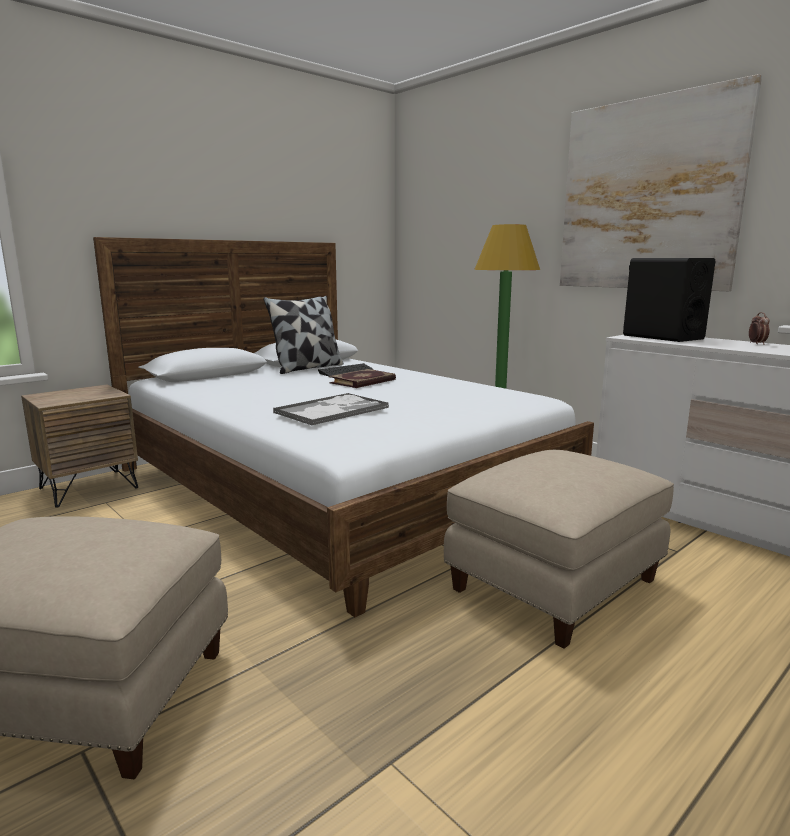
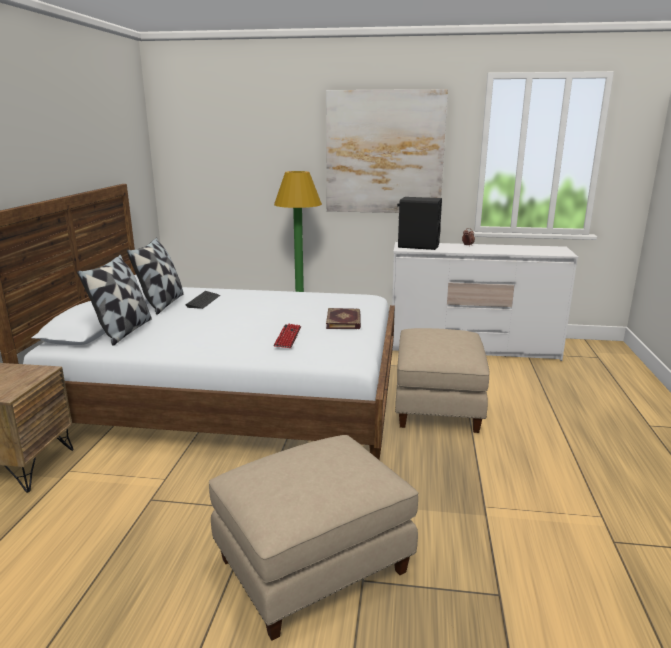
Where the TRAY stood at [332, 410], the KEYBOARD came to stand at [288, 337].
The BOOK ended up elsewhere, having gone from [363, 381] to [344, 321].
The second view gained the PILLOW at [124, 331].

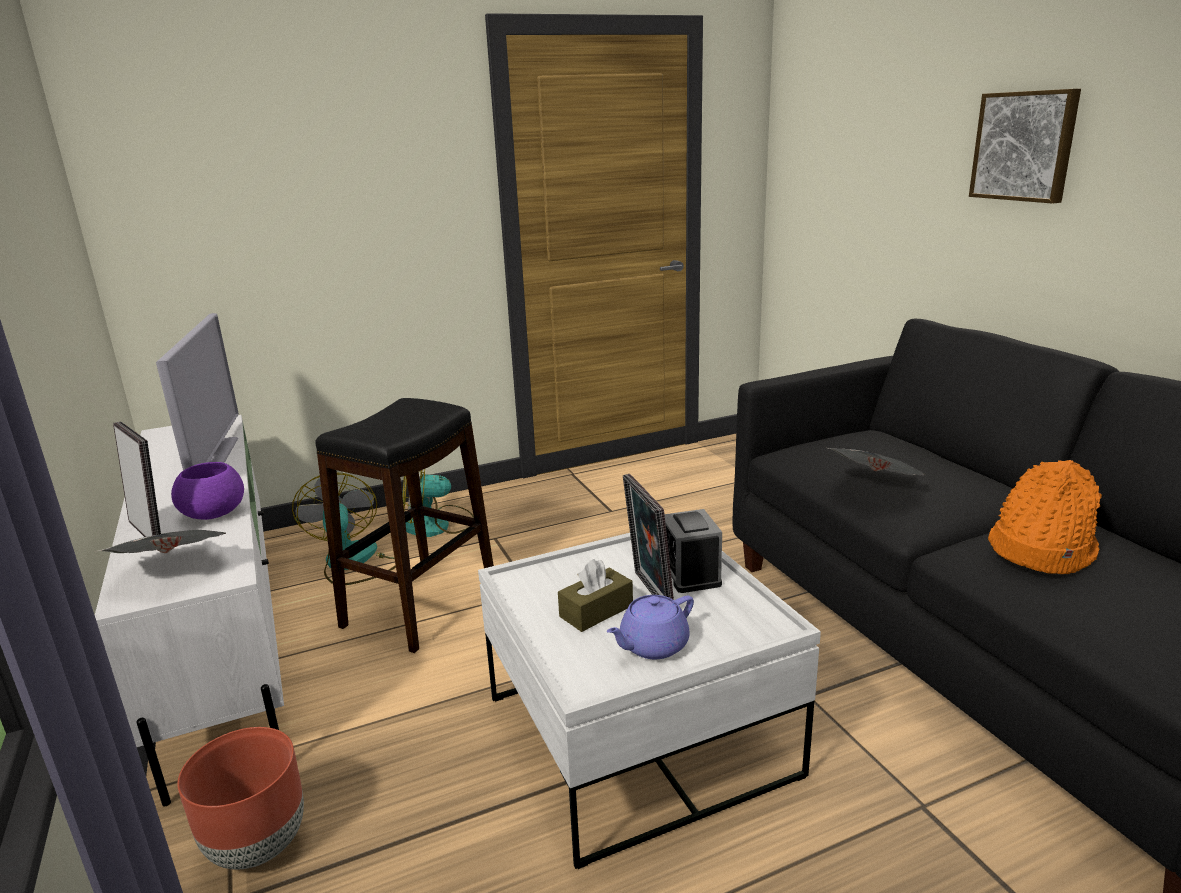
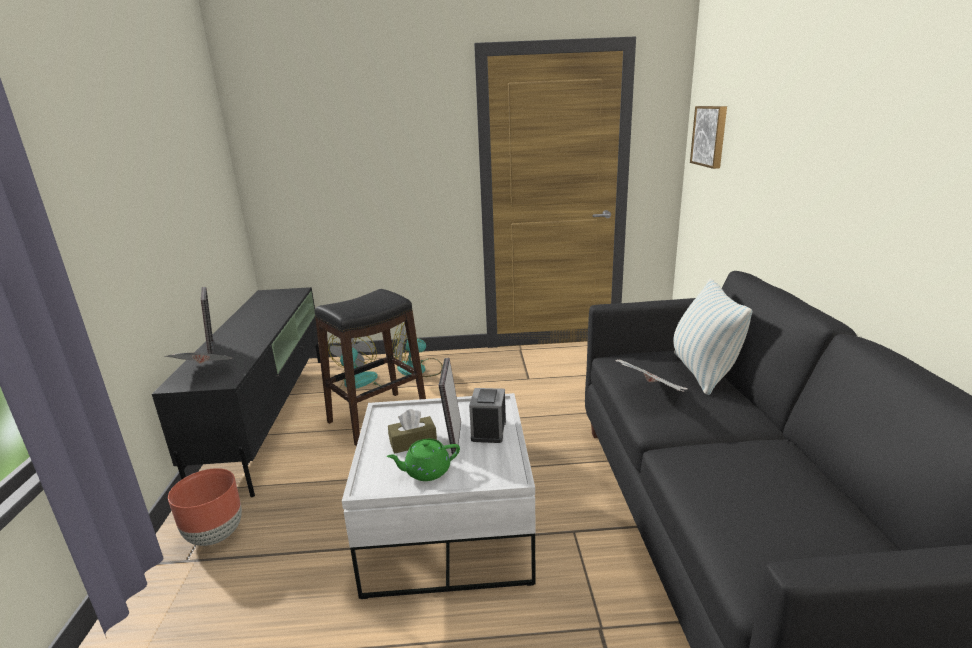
What was the WHITE TV STAND at [225, 638] turned into the BLACK TV STAND at [269, 416].
The second view lost the TELEVISION at [211, 456].
The second view lost the PURPLE BOWL at [214, 513].
What was the PURPLE TEAPOT at [652, 645] turned into the GREEN TEAPOT at [426, 471].
The PICTURE ended up elsewhere, having gone from [1025, 146] to [710, 136].
The second view lost the ORANGE HAT at [1039, 549].
The second view gained the PILLOW at [702, 372].

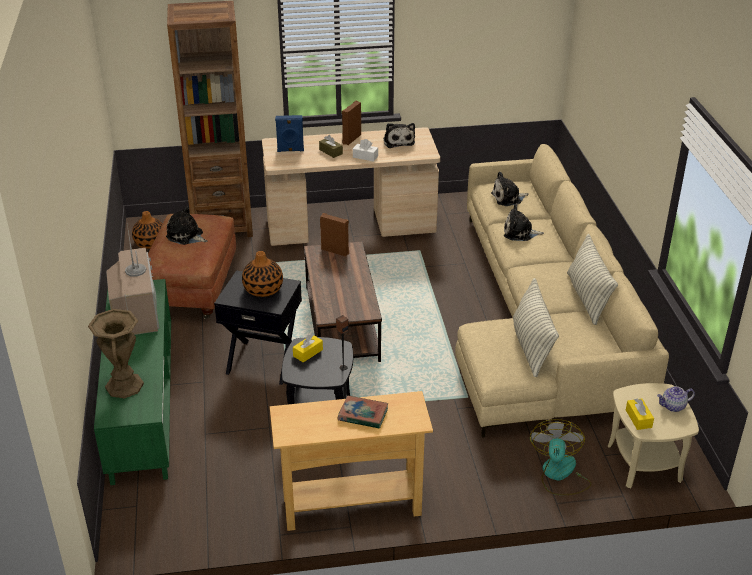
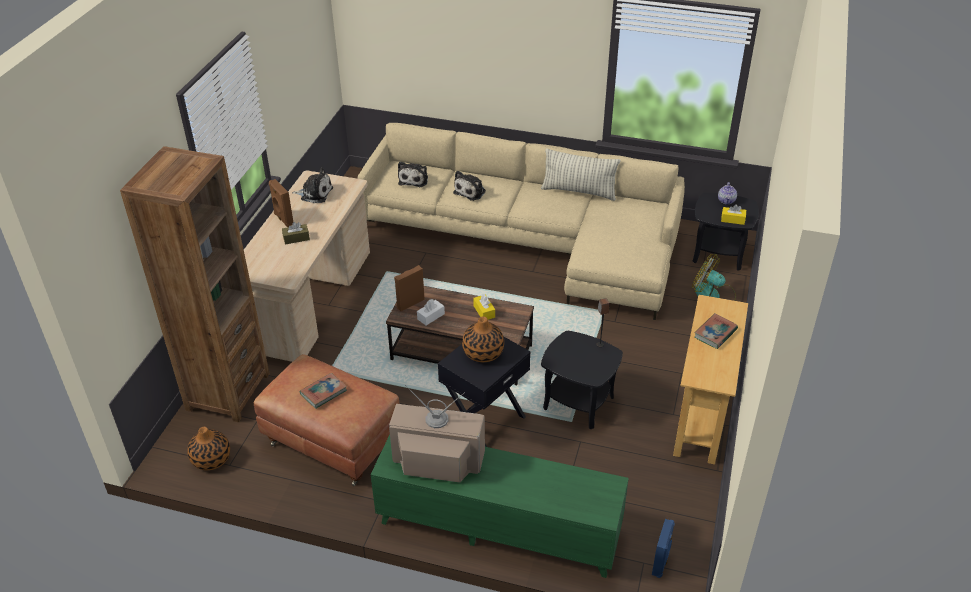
The second view lost the BROWN VASE at [124, 386].
Where the PLUSH TOY stood at [186, 236], the BOOK came to stand at [323, 392].
The BLUE SPEAKER ended up elsewhere, having gone from [290, 150] to [661, 563].
The YELLOW TISSUE BOX ended up elsewhere, having gone from [308, 353] to [484, 311].
The WHITE TISSUE BOX ended up elsewhere, having gone from [365, 156] to [431, 316].
The second view lost the PILLOW at [531, 346].
What was the BEIGE SIDE TABLE at [644, 463] turned into the BLACK SIDE TABLE at [719, 253].

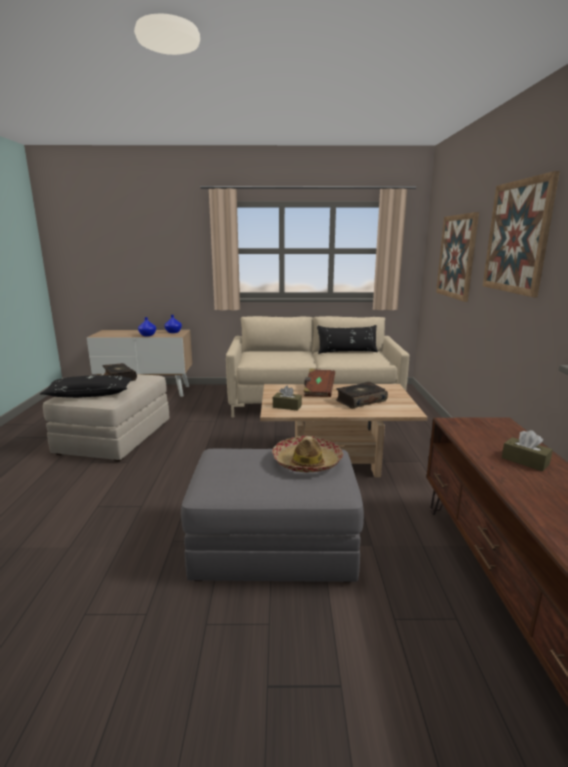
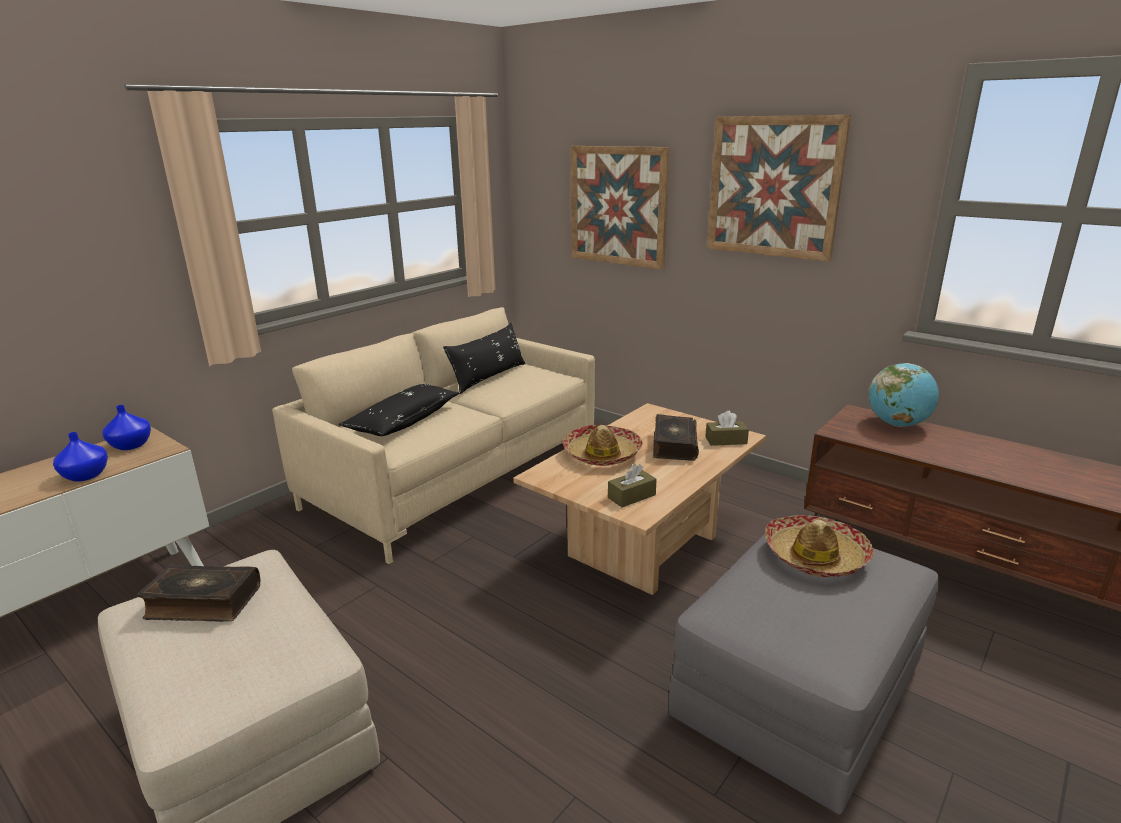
The BLACK PILLOW ended up elsewhere, having gone from [89, 394] to [403, 421].
Where the BROWN BOOK stood at [318, 391], the HAT came to stand at [602, 454].
The BROWN TISSUE BOX ended up elsewhere, having gone from [525, 461] to [726, 440].
The second view gained the GLOBE at [897, 424].

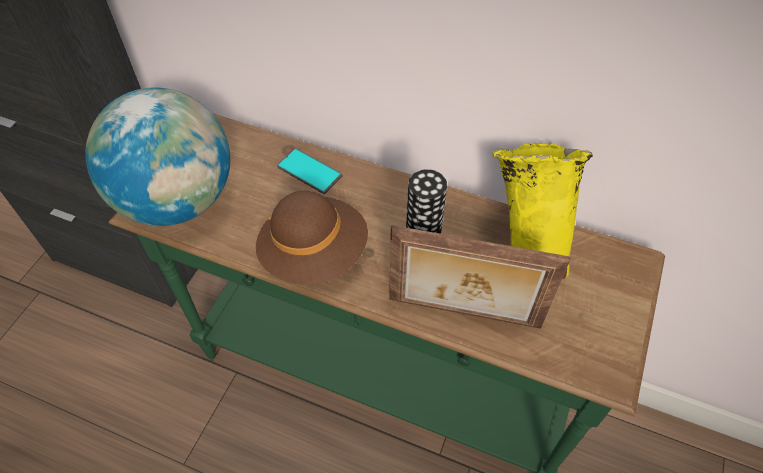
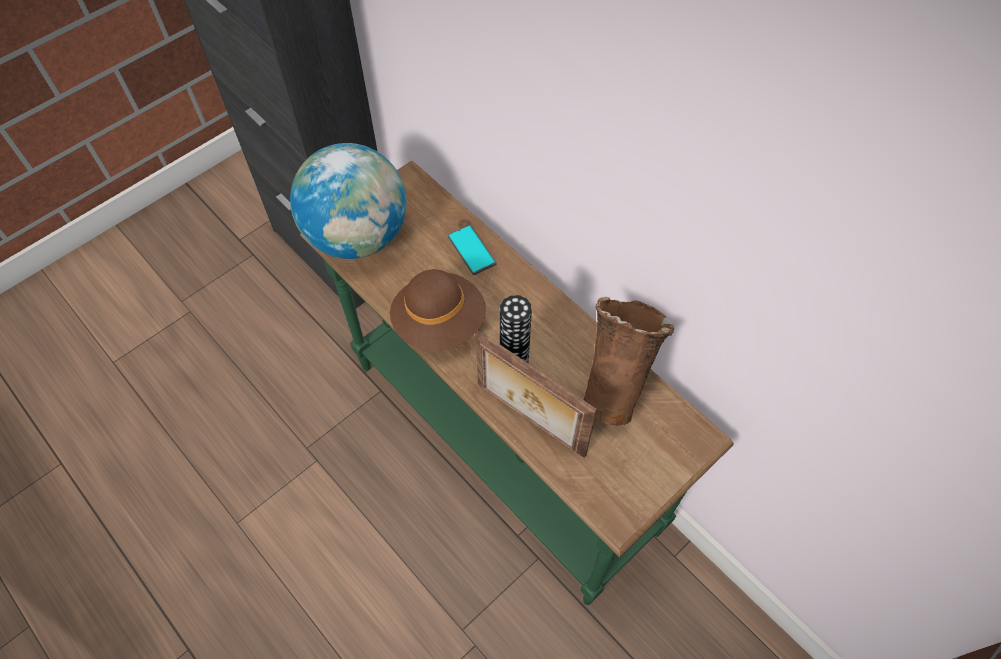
What was the YELLOW VASE at [525, 245] turned into the BROWN VASE at [615, 385].

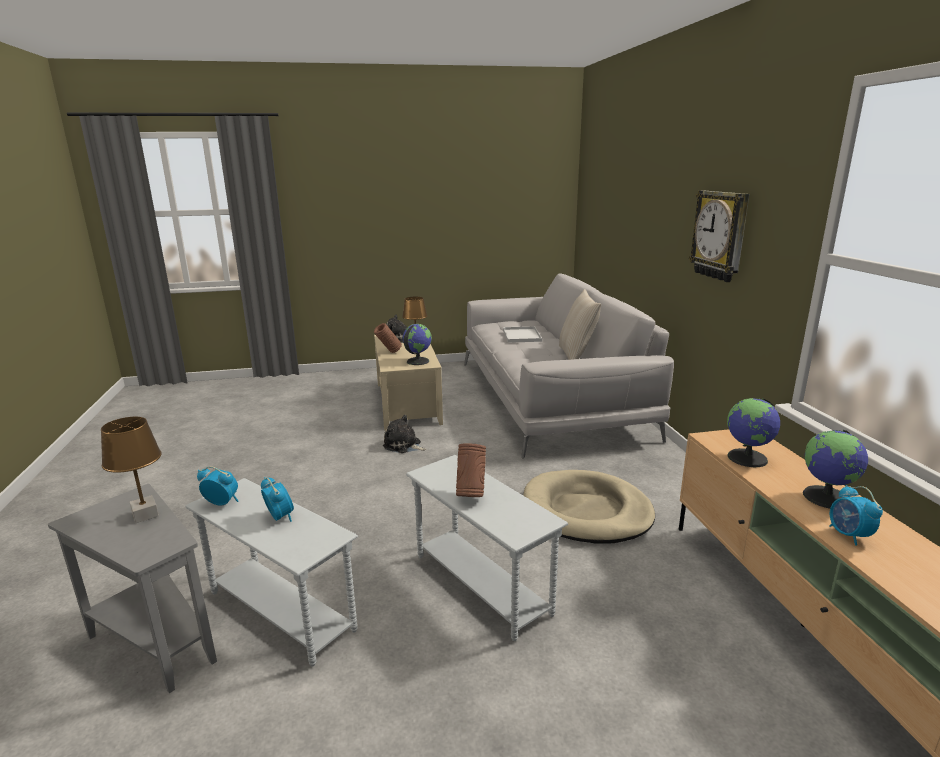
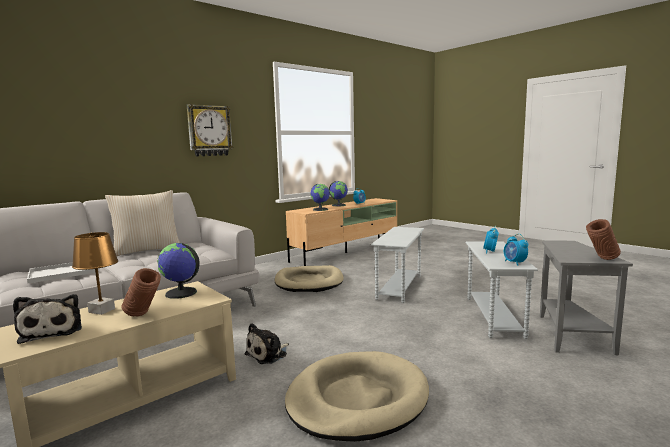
The second view lost the BROWN TABLE LAMP at [146, 514].
The PLUSH TOY at [403, 445] ended up facing another way, 45 degrees clockwise from before.
The BROWN VASE ended up elsewhere, having gone from [471, 494] to [601, 259].
The second view gained the BEIGE DOG BED at [357, 399].

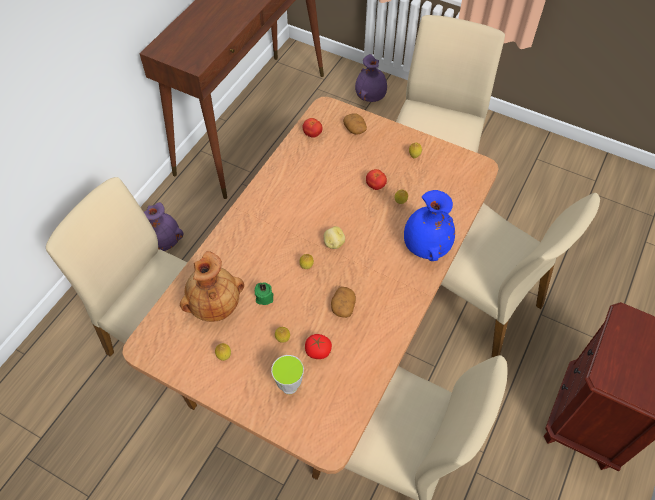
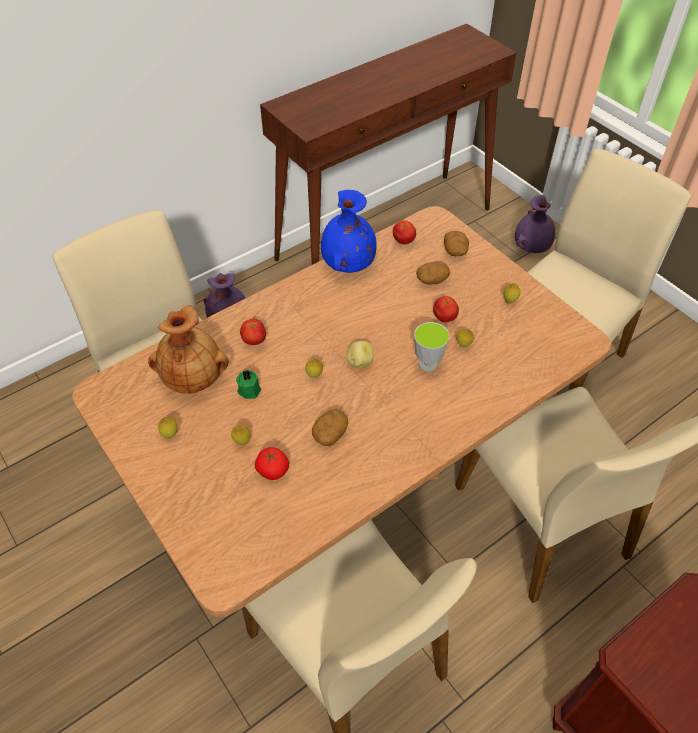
The CUP ended up elsewhere, having gone from [289, 386] to [427, 364].
The BLUE VASE ended up elsewhere, having gone from [425, 246] to [347, 263].
The second view gained the TOMATO at [254, 340].
The second view gained the POTATO at [432, 280].

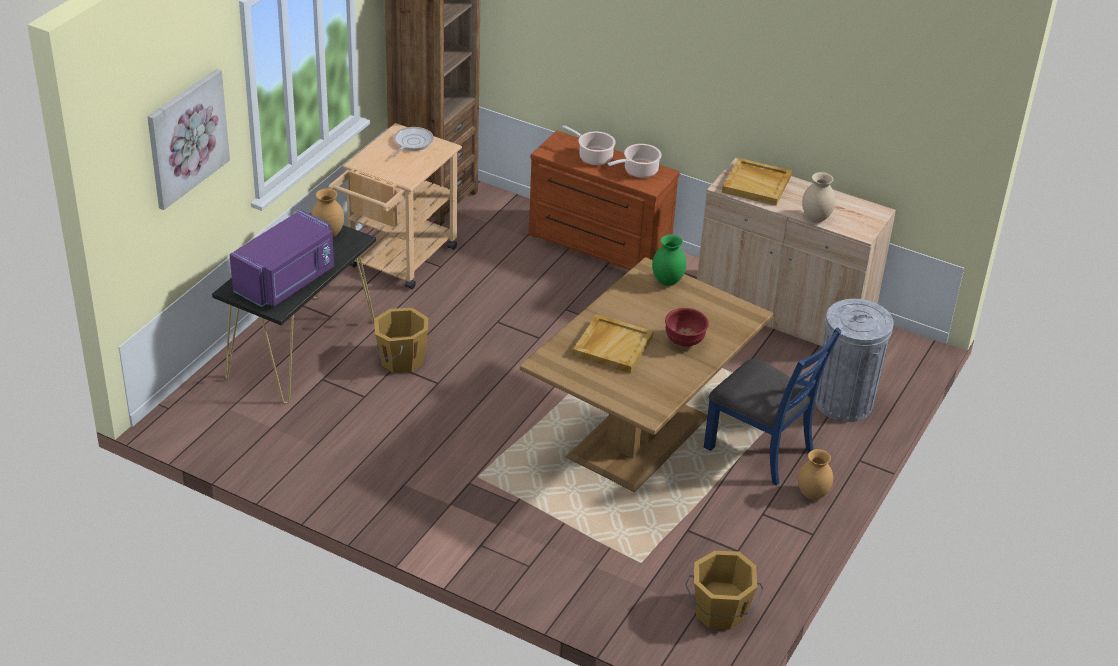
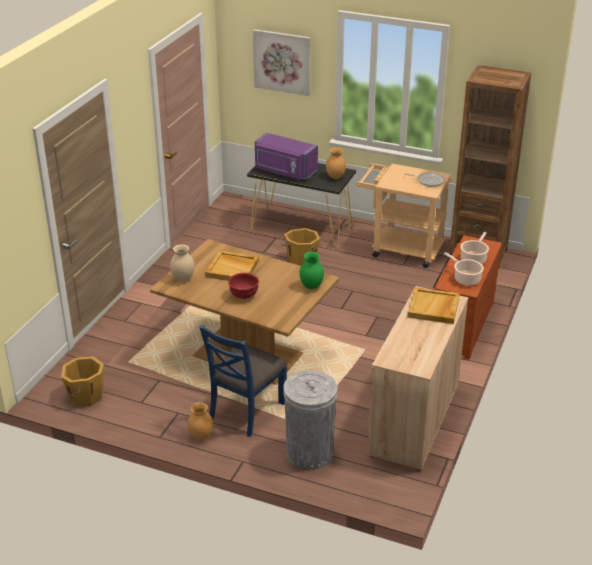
The BEIGE VASE ended up elsewhere, having gone from [815, 218] to [183, 278].

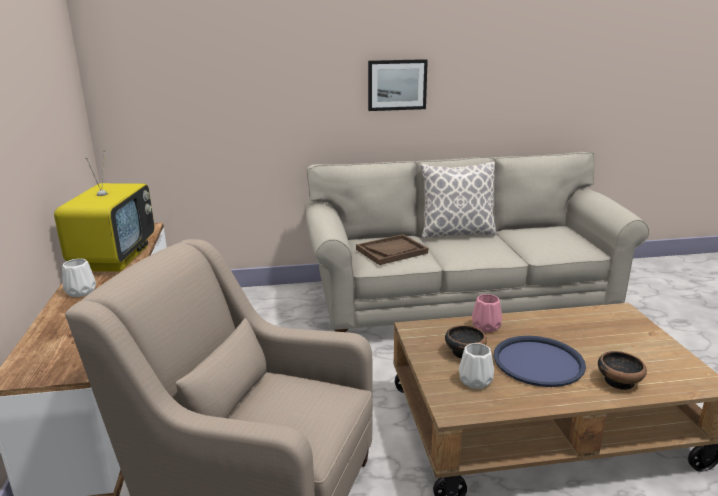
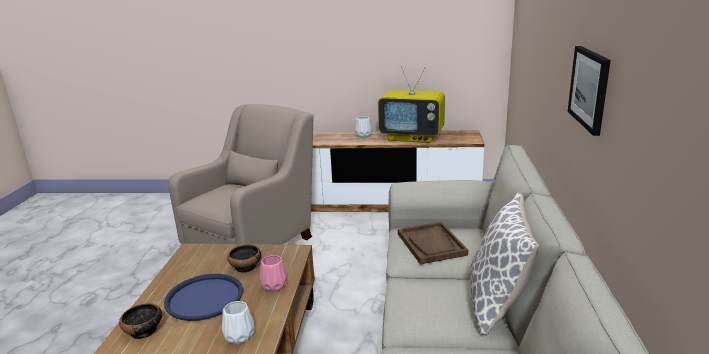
The WHITE VASE ended up elsewhere, having gone from [474, 381] to [240, 335].

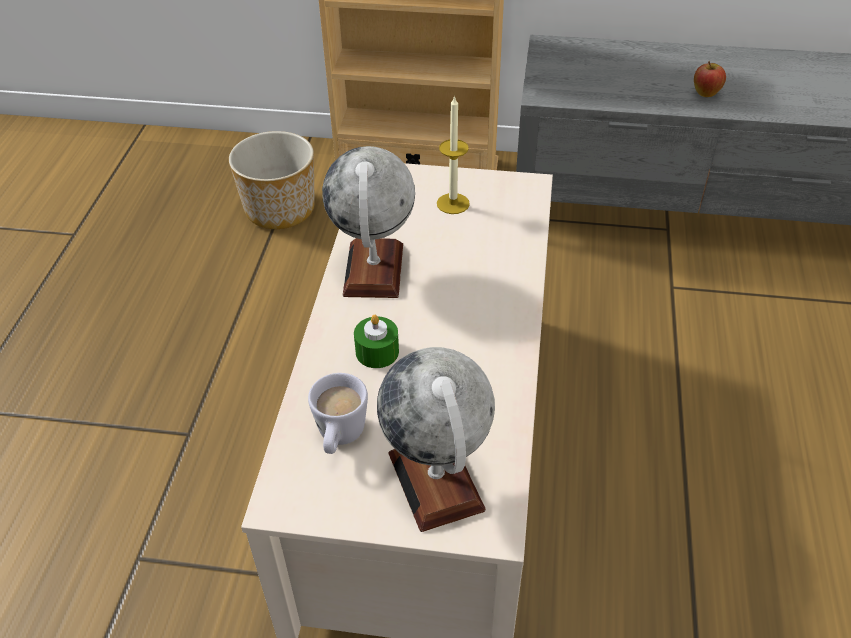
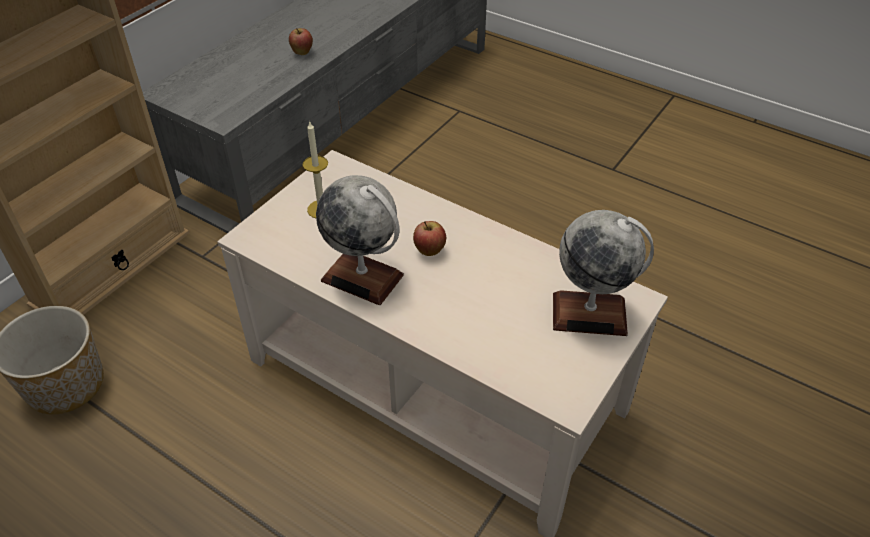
The second view lost the WHITE MUG at [339, 438].
The second view lost the GREEN CANDLE at [377, 352].
The second view gained the APPLE at [429, 251].

